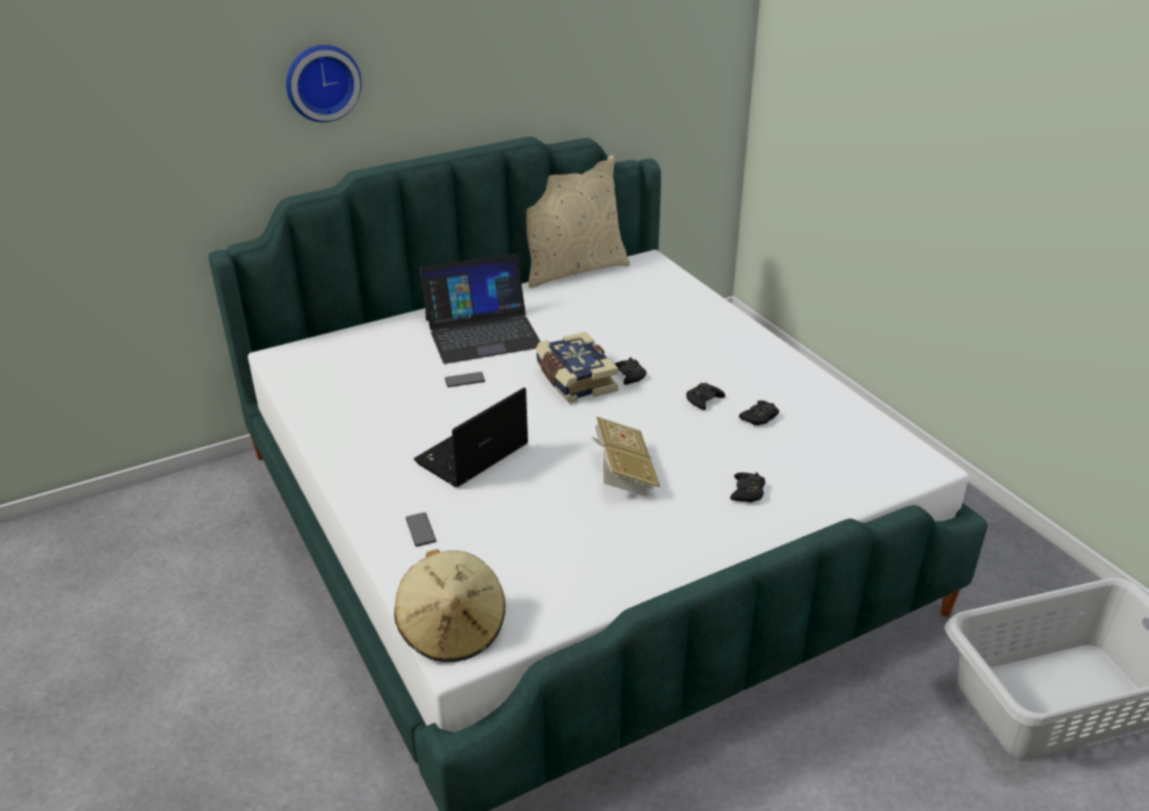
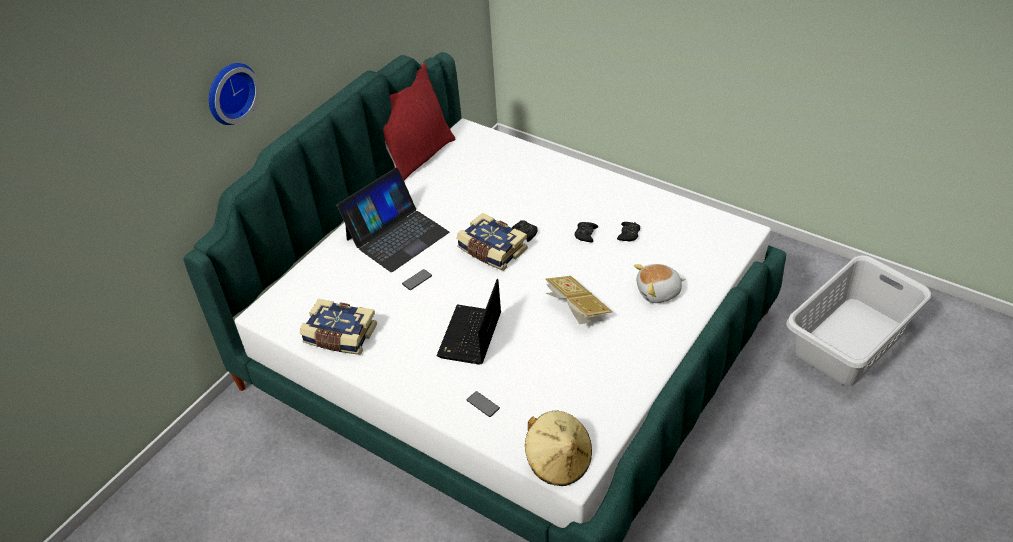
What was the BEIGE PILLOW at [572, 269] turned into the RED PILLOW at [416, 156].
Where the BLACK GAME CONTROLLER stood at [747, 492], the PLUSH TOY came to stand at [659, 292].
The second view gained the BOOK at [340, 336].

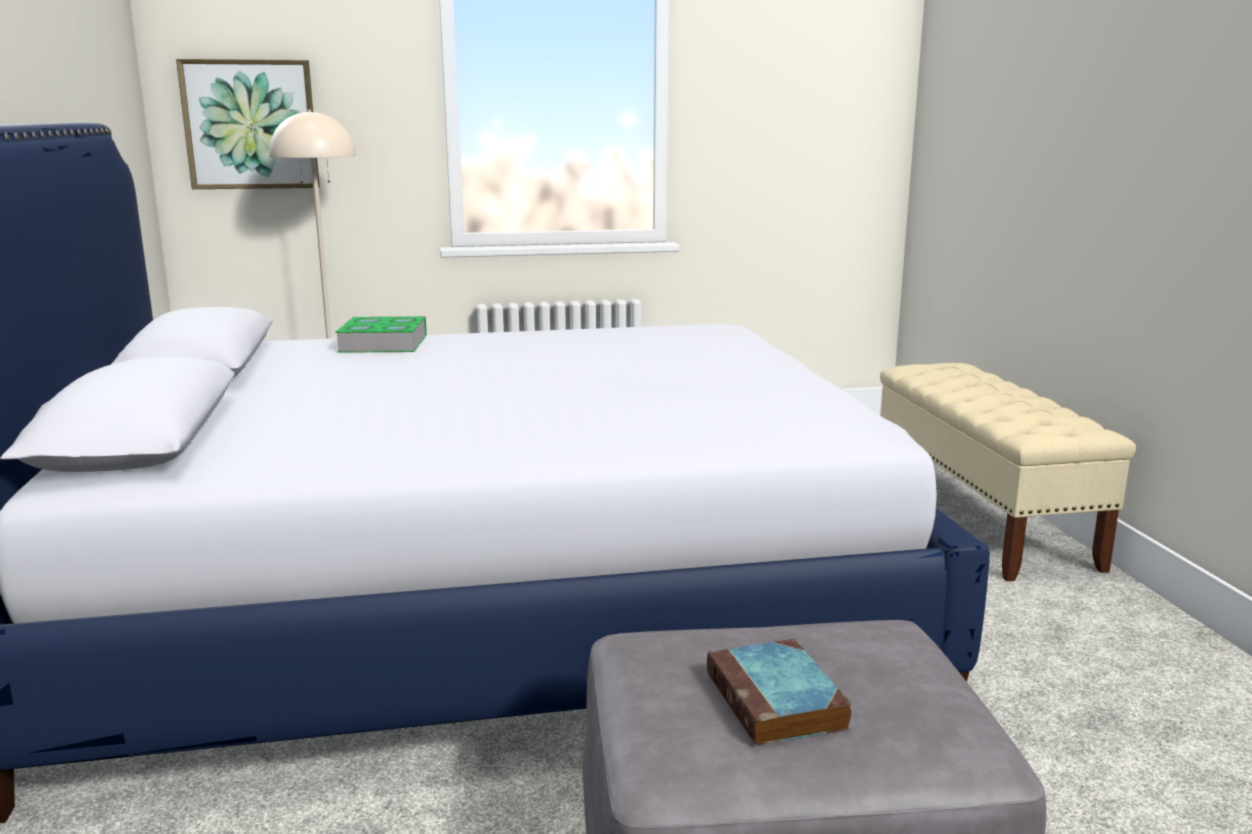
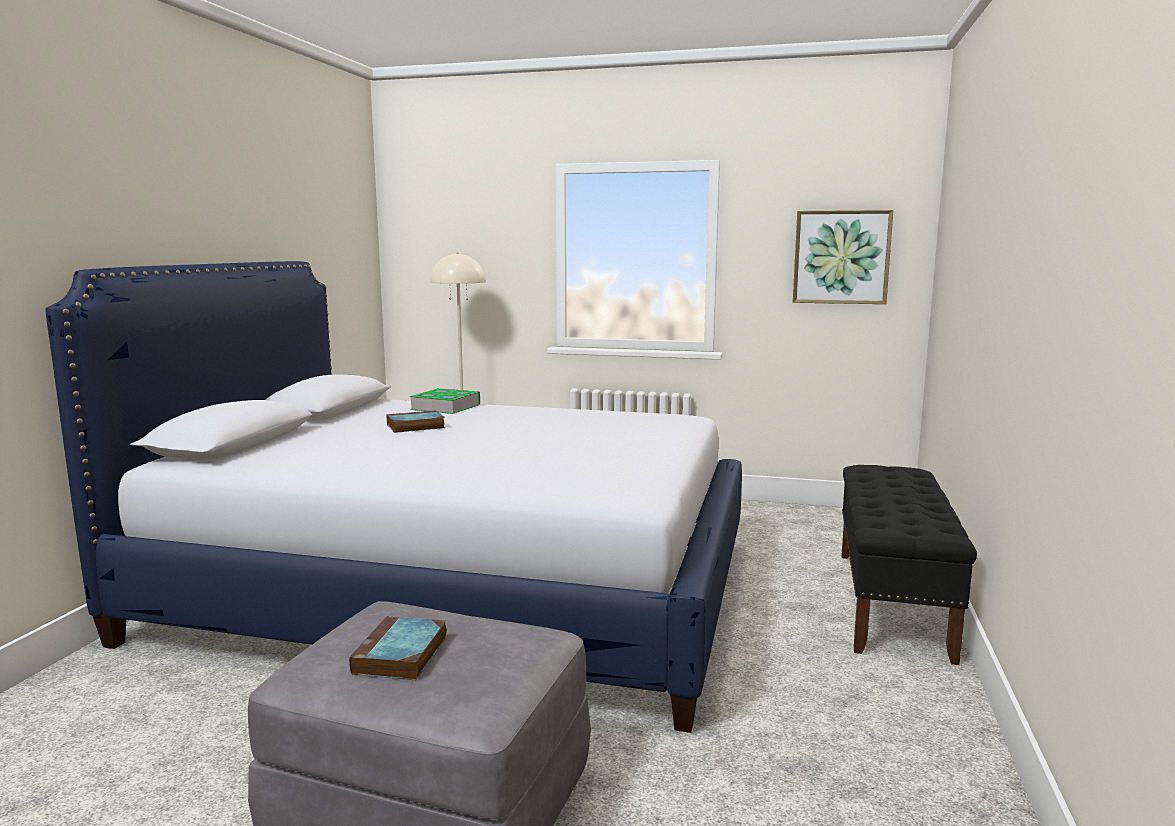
The PICTURE ended up elsewhere, having gone from [250, 125] to [841, 257].
What was the BEIGE BENCH at [981, 519] turned into the BLACK BENCH at [892, 603].
The second view gained the BOOK at [414, 426].

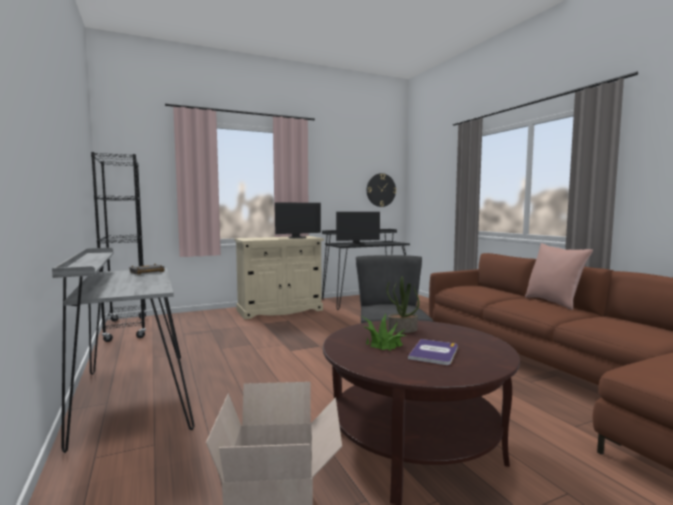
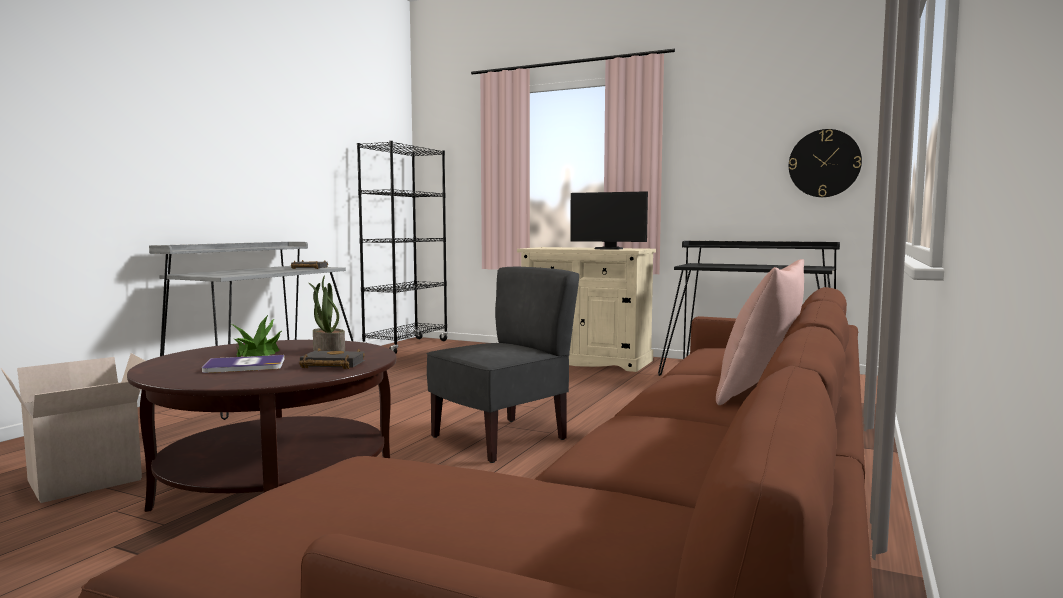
The second view lost the MONITOR at [357, 244].
The second view gained the BLACK BOOK at [330, 365].

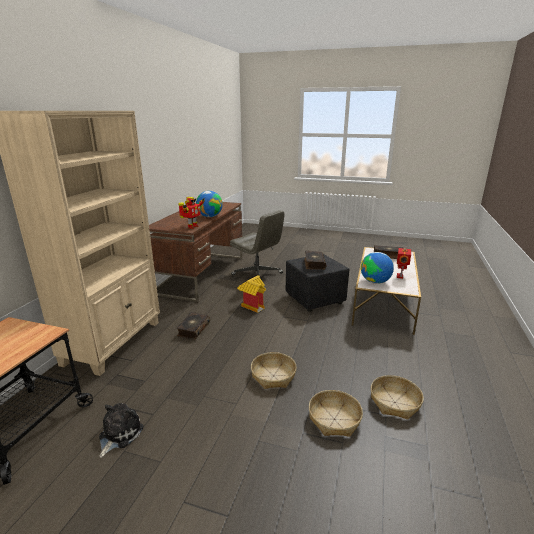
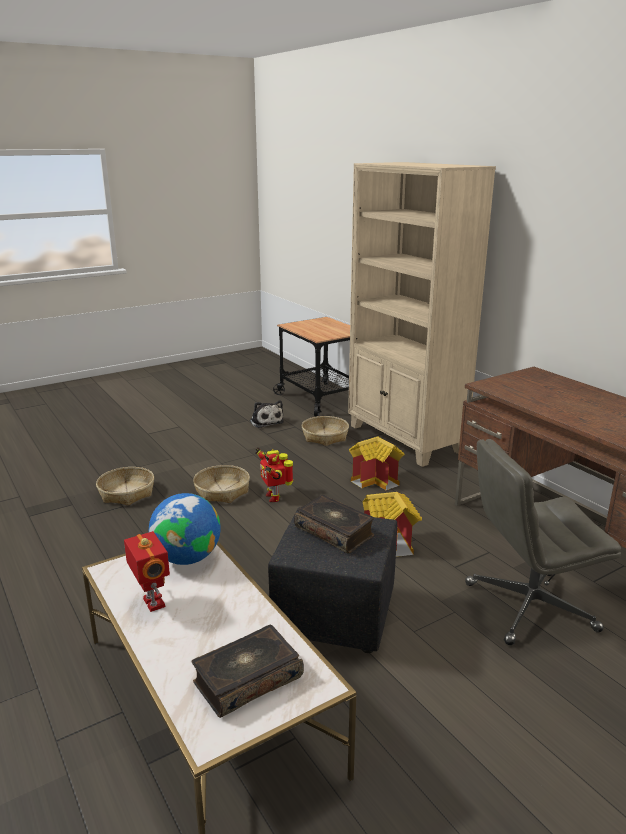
Where the BOOK stood at [193, 329], the TOY HOUSE came to stand at [376, 480].
The TOY ROBOT ended up elsewhere, having gone from [192, 227] to [274, 497].
The second view lost the GLOBE at [210, 216].
The BASKET ended up elsewhere, having gone from [394, 402] to [325, 437].

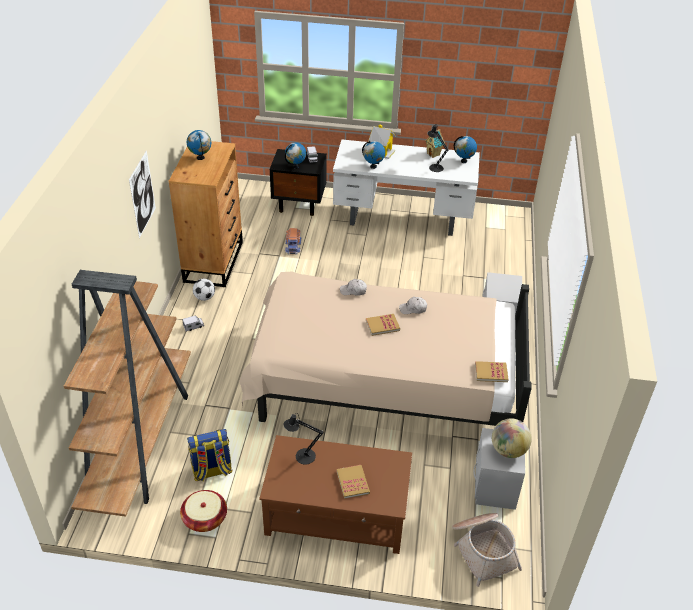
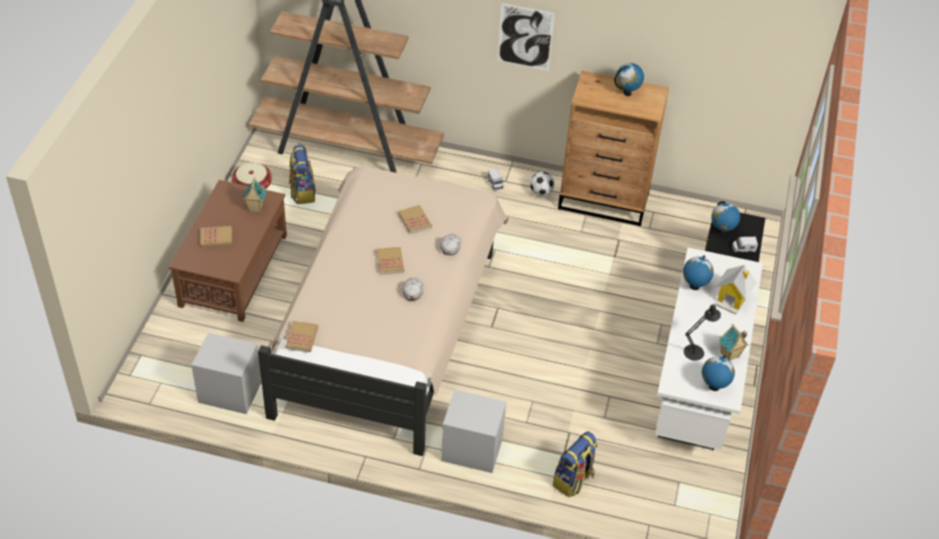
Where the BLACK TABLE LAMP stood at [302, 456], the TOY HOUSE came to stand at [255, 208].
The second view lost the TOY TRUCK at [293, 246].
The second view lost the BASKET at [483, 549].
The second view lost the GLOBE at [508, 450].
The second view gained the BOOK at [414, 220].
The second view gained the BACKPACK at [573, 480].

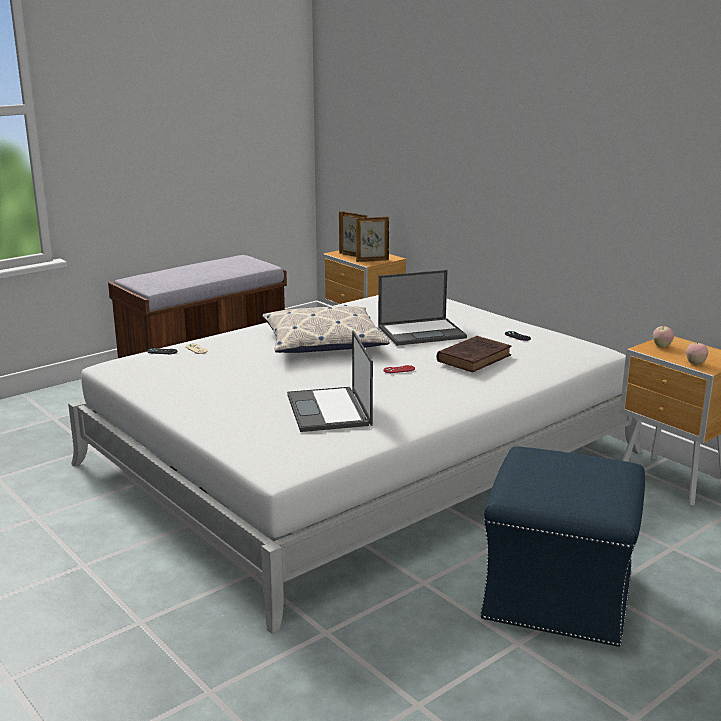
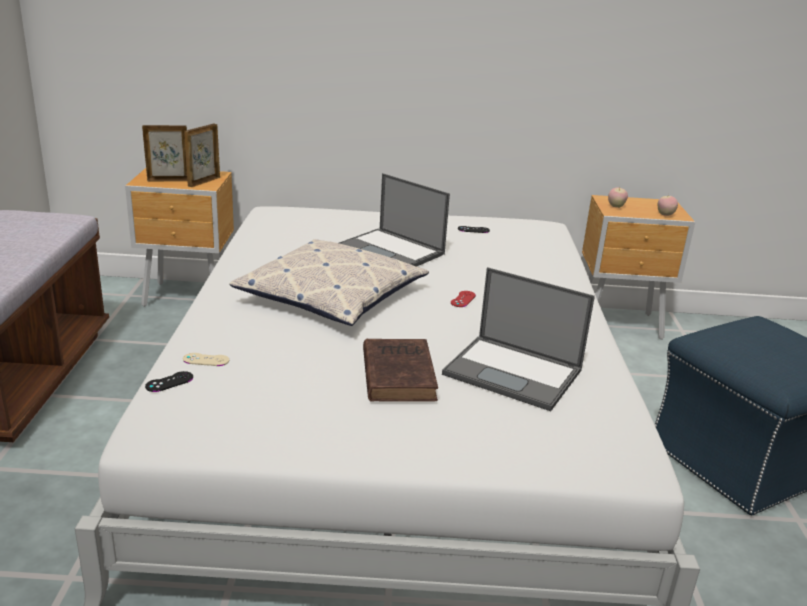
The LAPTOP at [422, 332] ended up facing another way, 105 degrees clockwise from before.
The BROWN BOOK ended up elsewhere, having gone from [475, 358] to [398, 374].

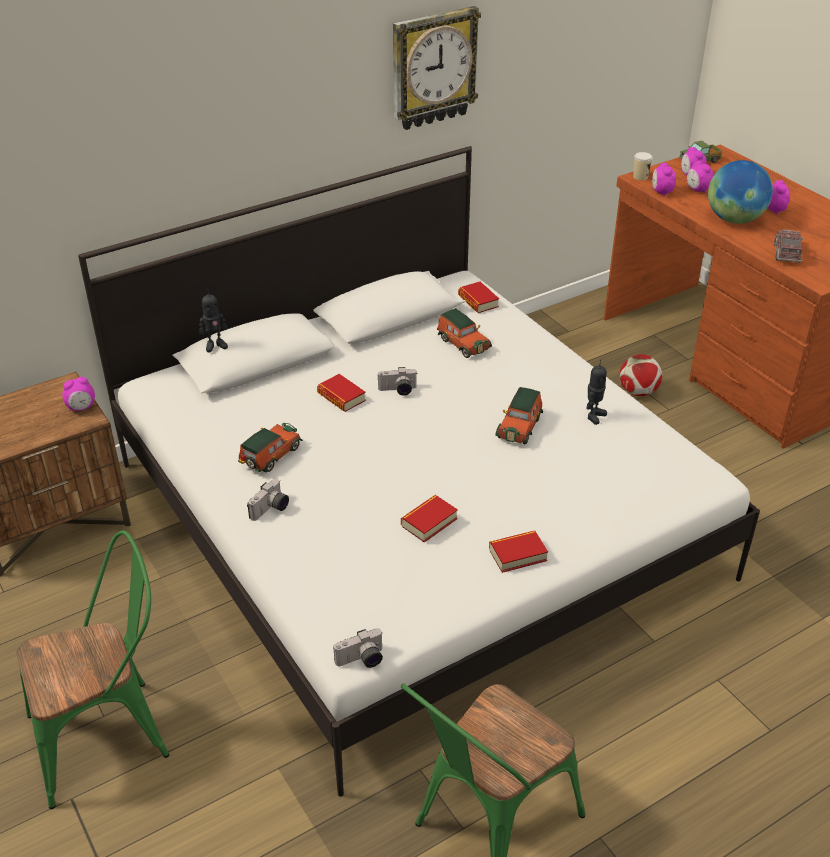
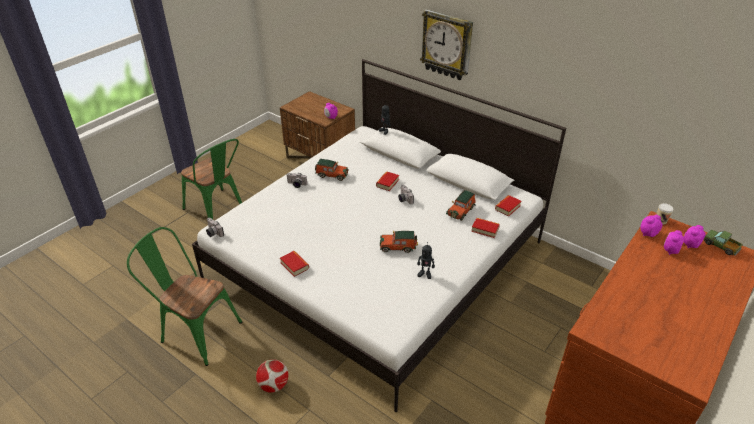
The WALL CLOCK ended up elsewhere, having gone from [433, 68] to [447, 45].
The BOOK ended up elsewhere, having gone from [429, 522] to [485, 229].
The FOOTBALL ended up elsewhere, having gone from [638, 392] to [274, 385].
The second view lost the GLOBE at [734, 219].
The second view lost the ALARM CLOCK at [774, 210].
The second view lost the TOY TRUCK at [786, 253].

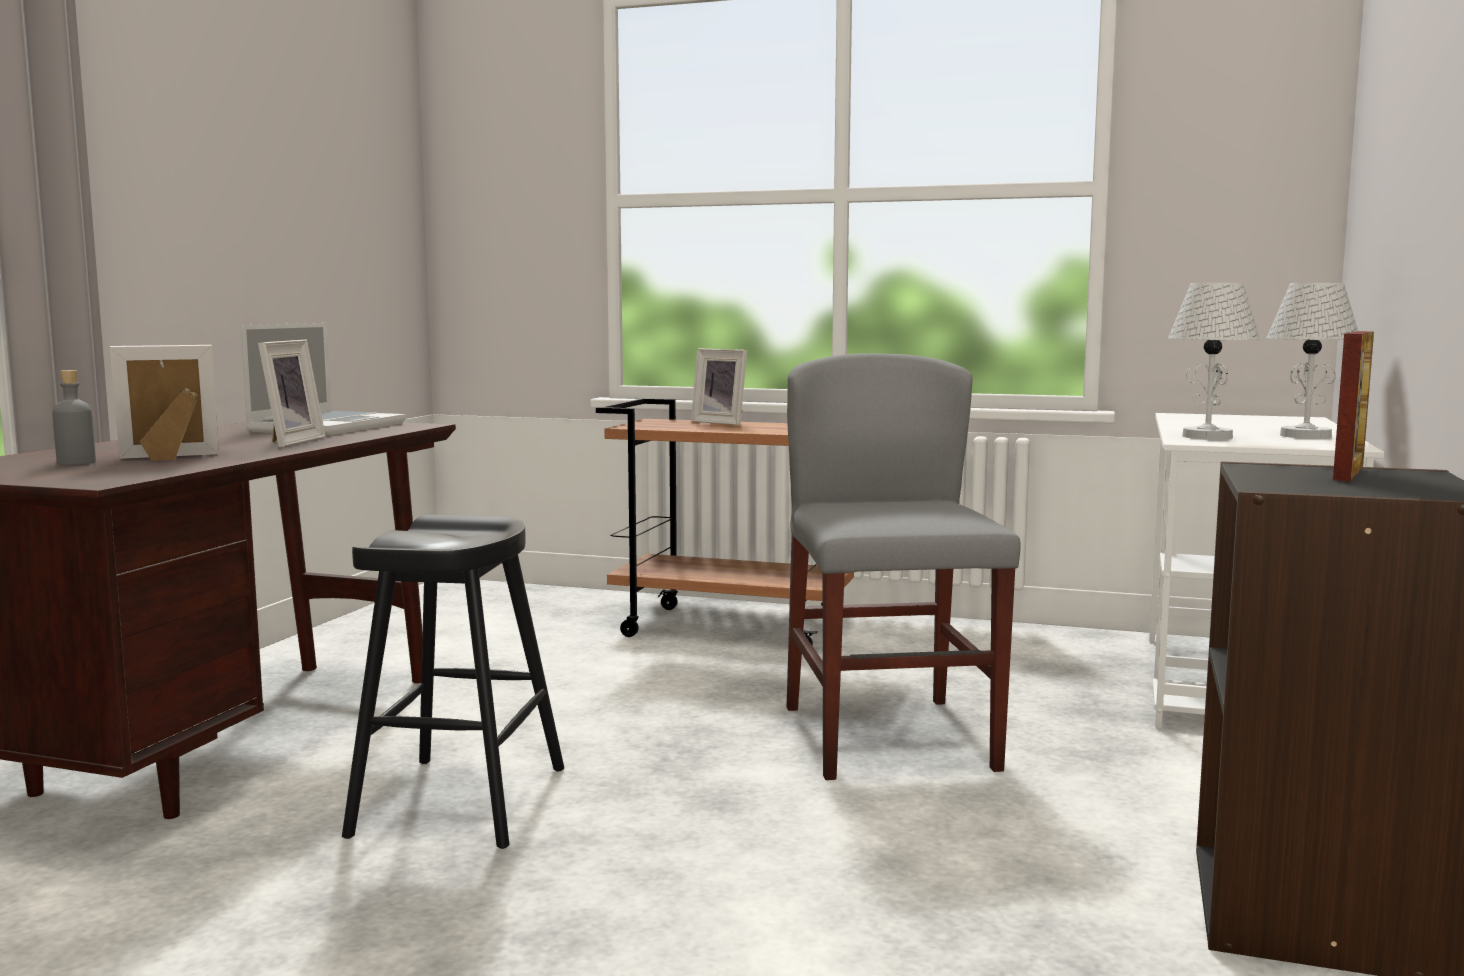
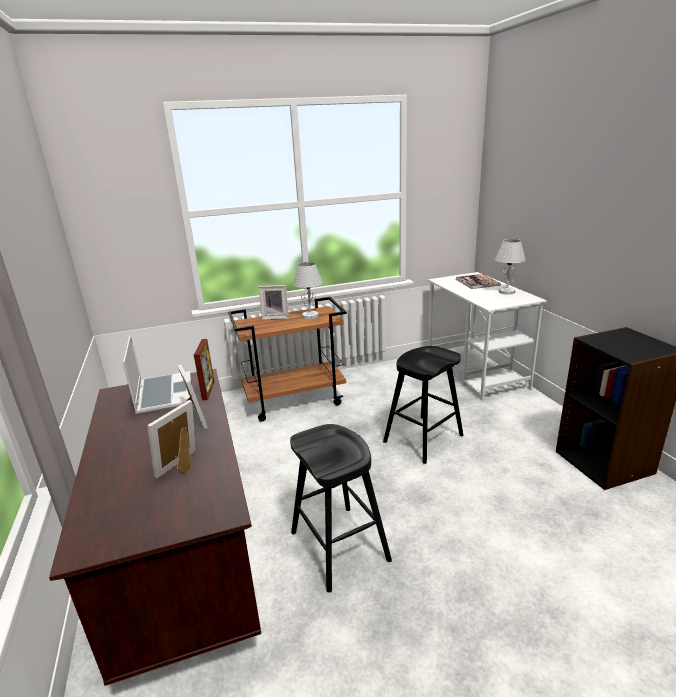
The second view lost the GREY BOTTLE at [76, 462].
Where the GREY CHAIR stood at [888, 737], the BLACK STOOL came to stand at [423, 439].
The WHITE TABLE LAMP ended up elsewhere, having gone from [1206, 436] to [310, 316].
The PICTURE FRAME ended up elsewhere, having gone from [1348, 473] to [208, 390].
The second view gained the BOOK at [477, 282].

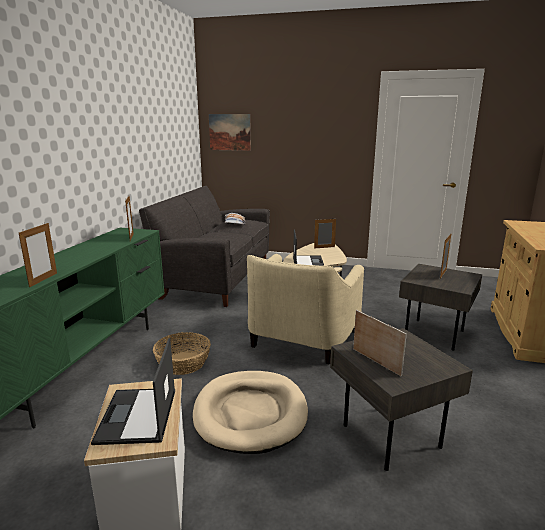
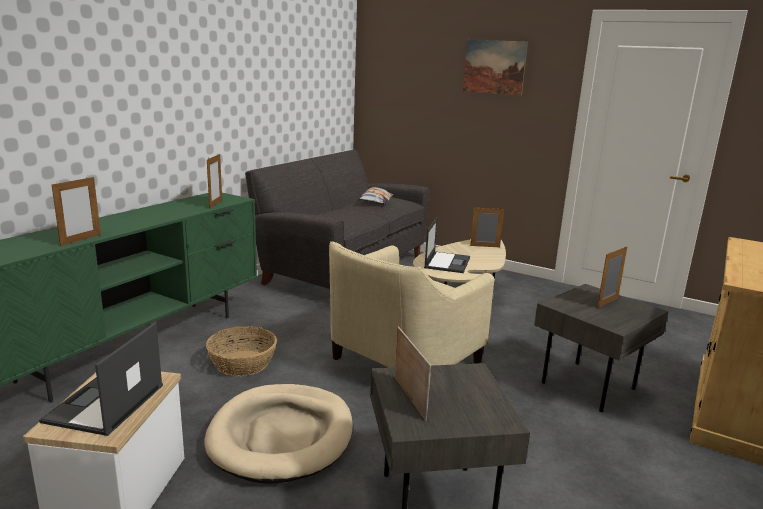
The PICTURE ended up elsewhere, having gone from [230, 132] to [494, 67].

